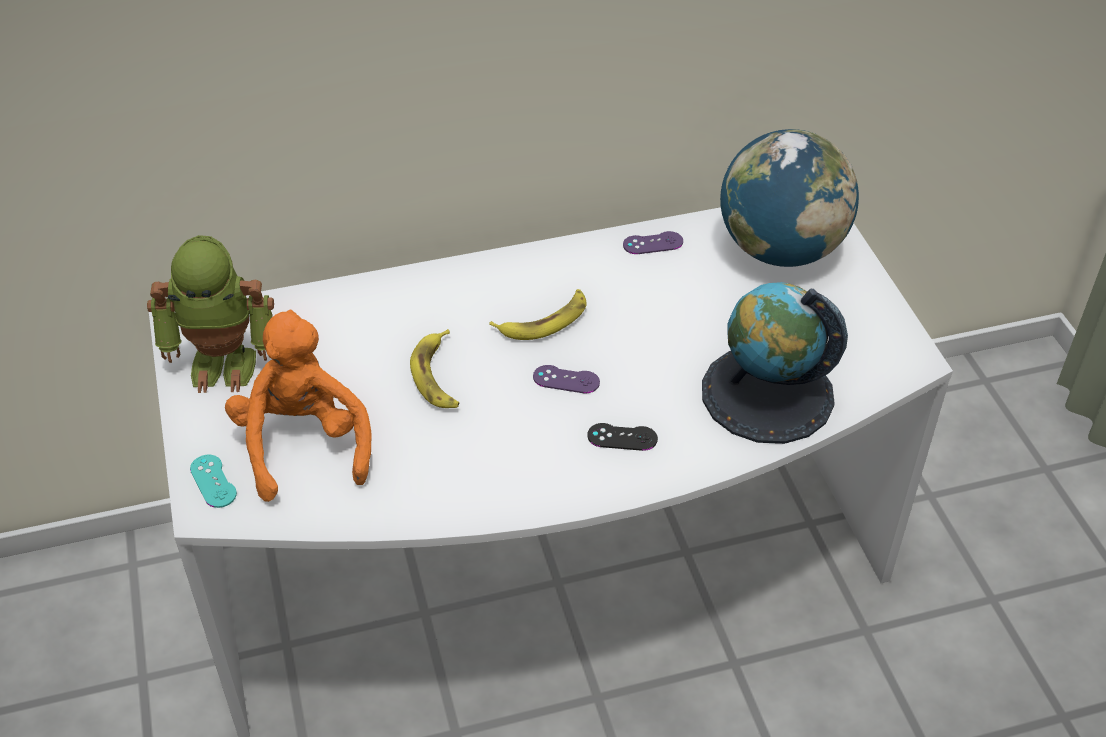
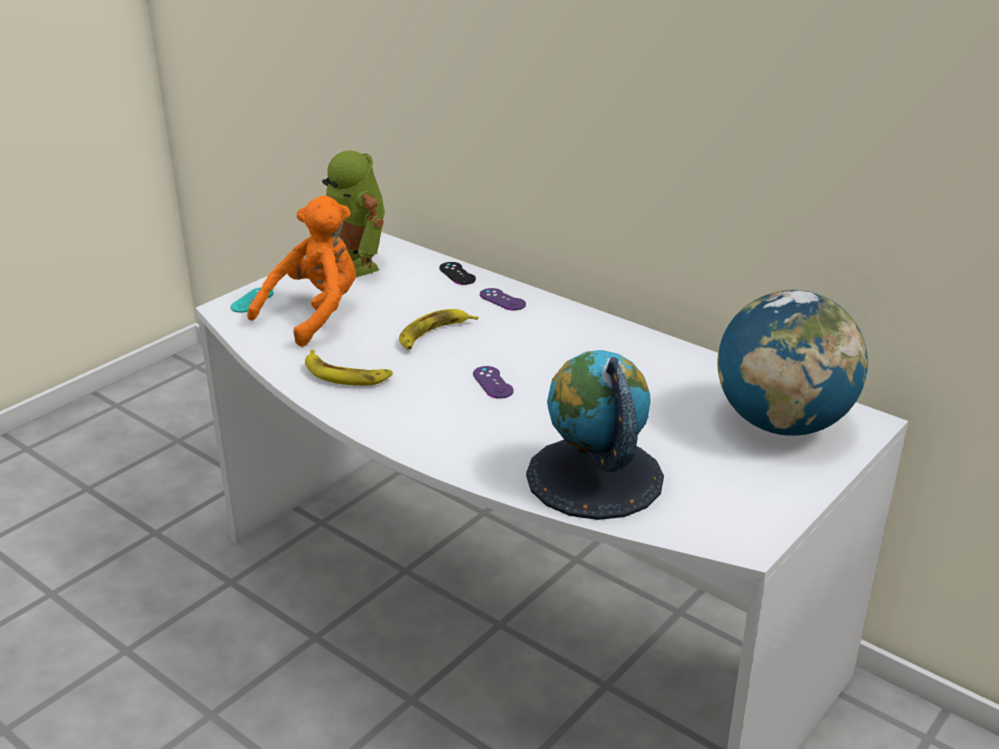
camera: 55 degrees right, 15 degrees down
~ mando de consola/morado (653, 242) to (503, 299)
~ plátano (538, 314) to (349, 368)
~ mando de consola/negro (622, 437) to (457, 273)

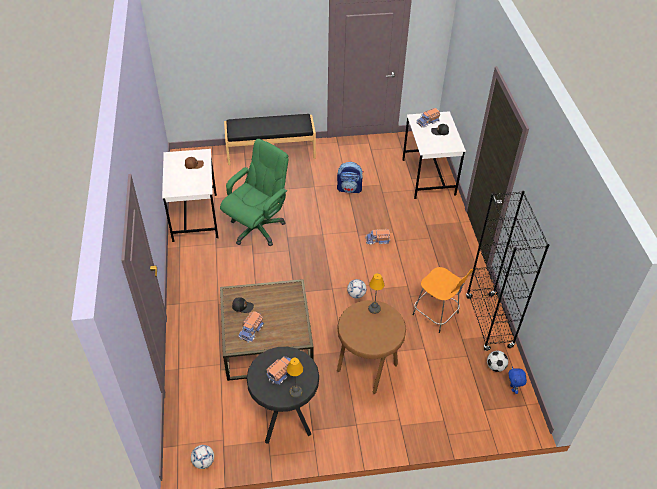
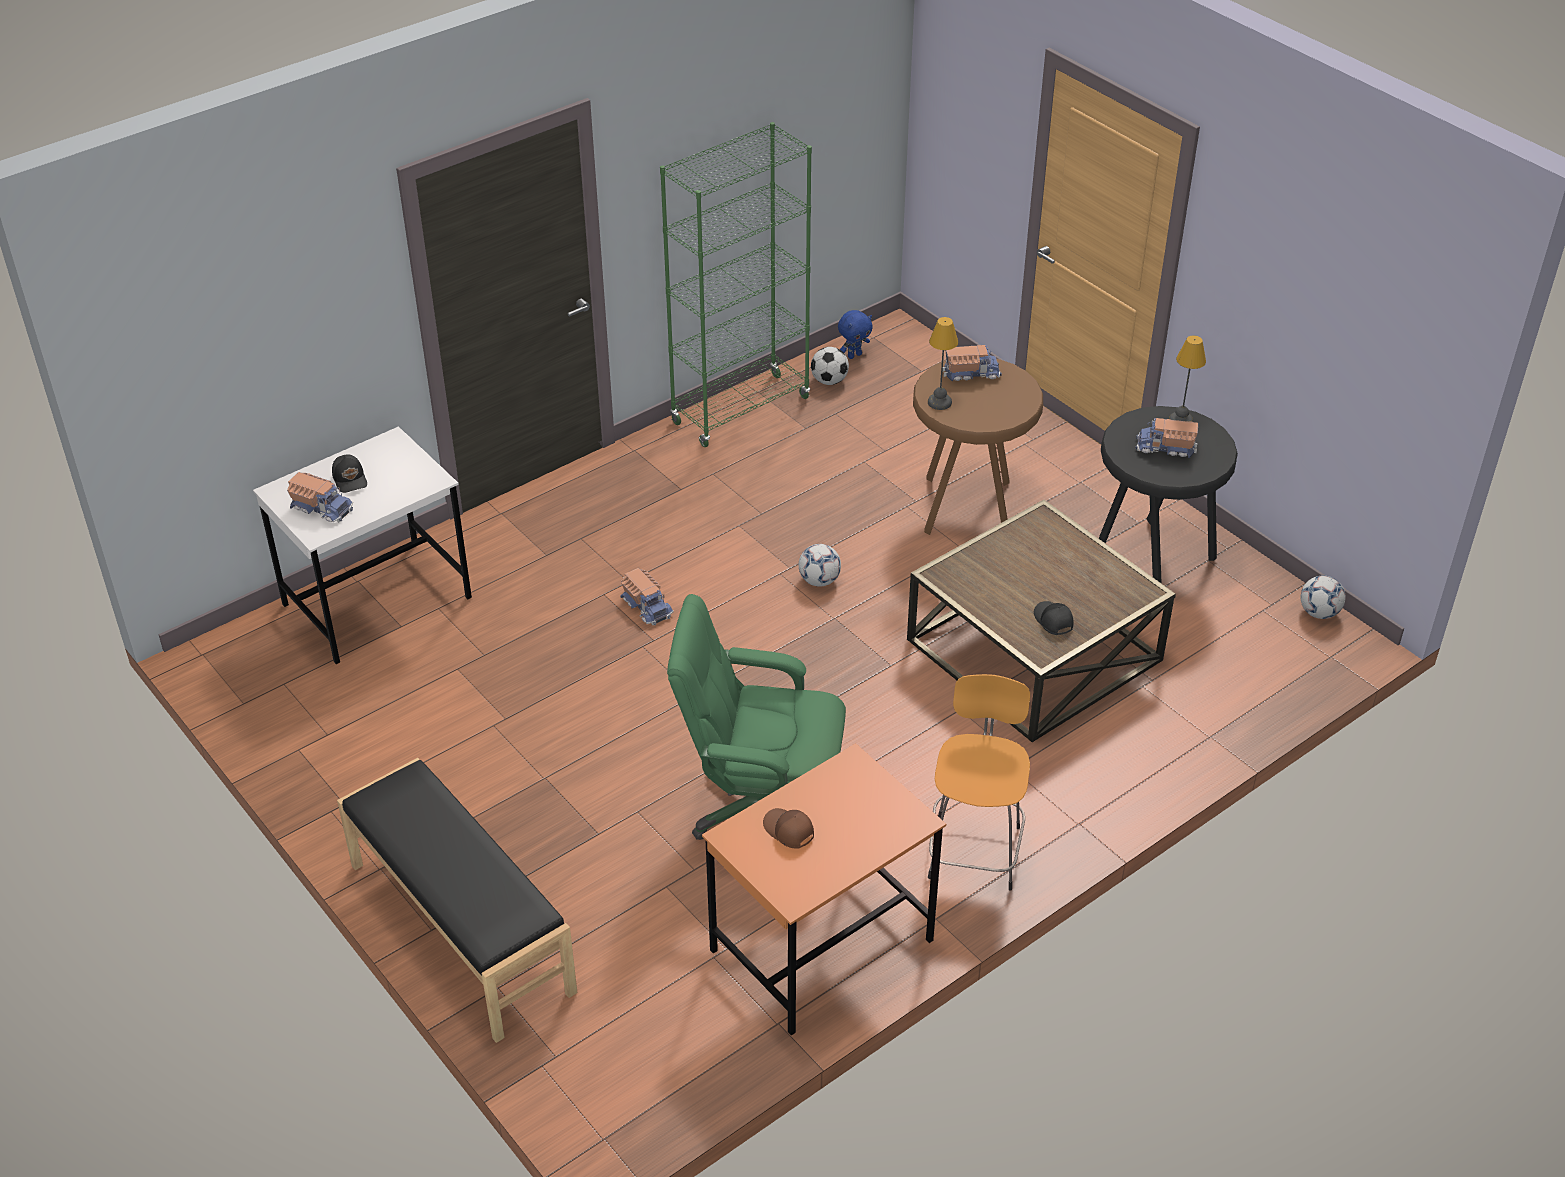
camera: 120 degrees left, 5 degrees down
~ escritorio/blanco (190, 195) to escritorio/naranja (824, 889)
- mochila (350, 177)
~ estantería/negro (507, 271) to estantería/verde (736, 284)
~ taburete/naranja (443, 300) to (979, 782)
~ camión de juguete (251, 326) to (972, 363)

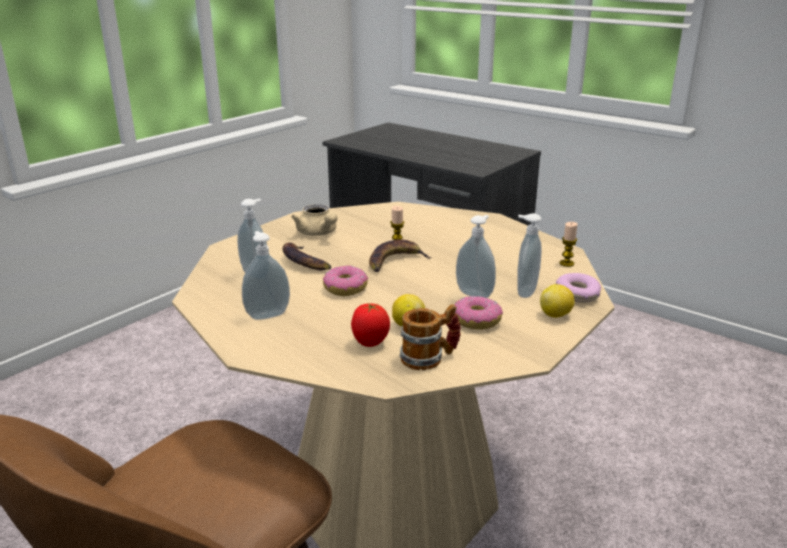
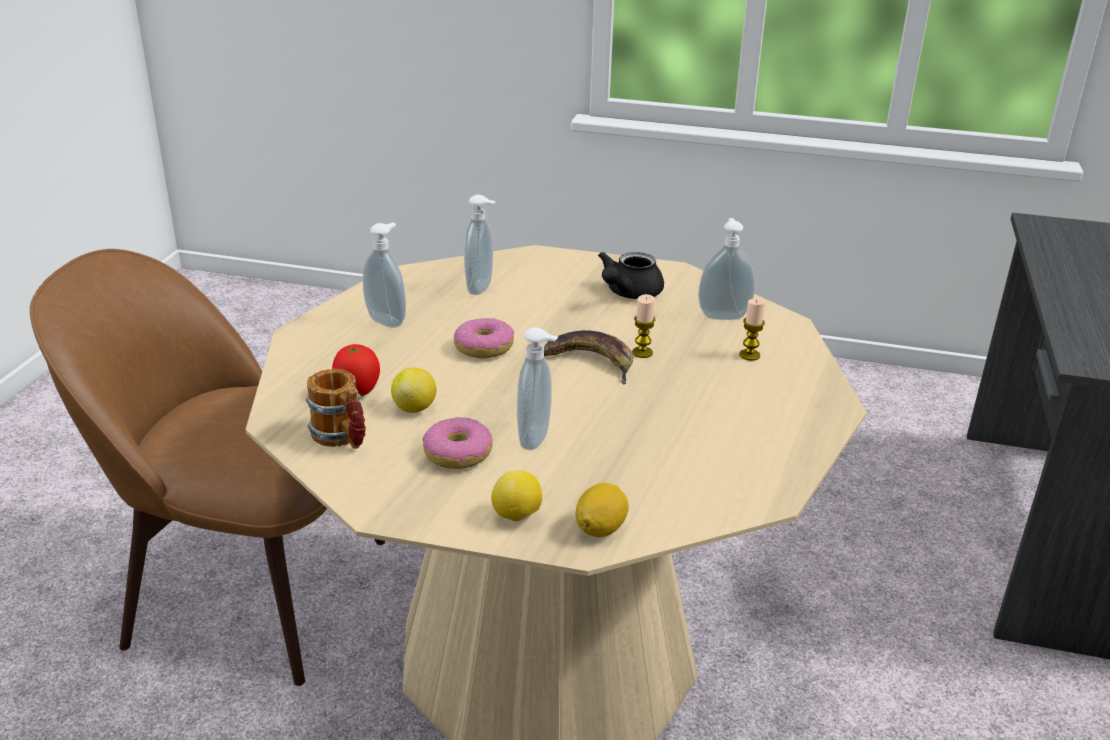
camera: 65 degrees right, 5 degrees up
~ tetera/beis (314, 220) to tetera/negro (631, 275)
~ dispensador de jabón (529, 255) to (726, 269)
~ vela (569, 244) to (752, 329)
- plátano (307, 256)
~ rosquilla (578, 288) to limón (602, 510)

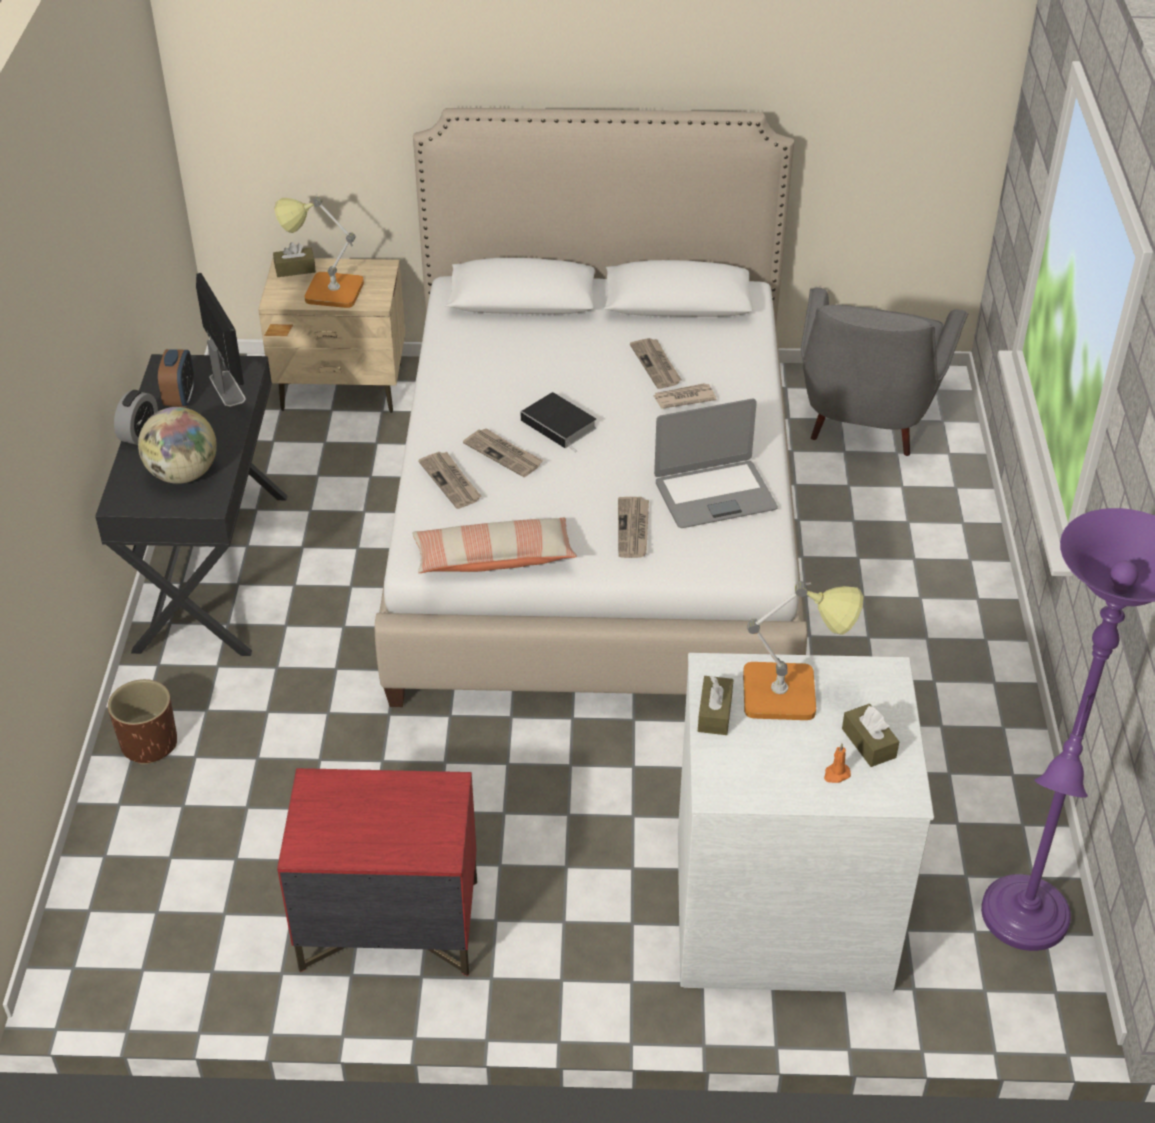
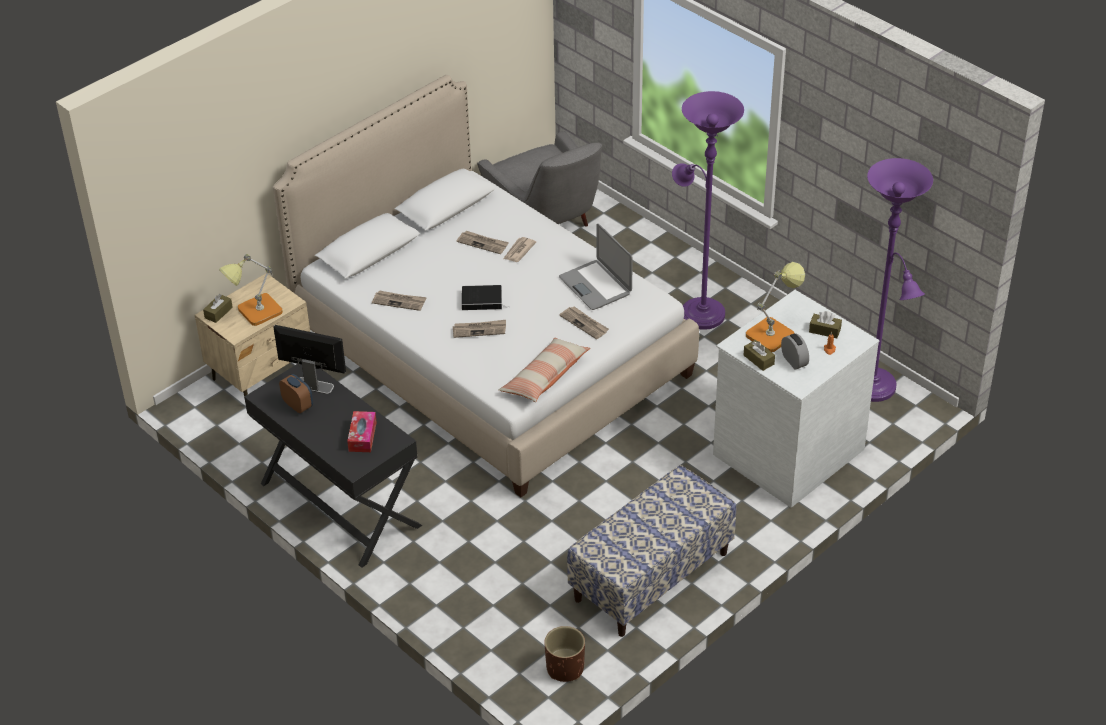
camera: 45 degrees left, 0 degrees up
~ despertador (136, 417) to (795, 351)
~ portátil (716, 463) = (596, 267) 120 degrees clockwise
~ globo terráqueo (177, 445) to caja de pañuelos (362, 431)
~ periódico (449, 480) to (399, 300)
~ maceta/marrón (142, 722) to (564, 654)
~ mesita de noche/rojo (377, 872) to banco (651, 551)
+ lámpara de pie/morado (708, 210)

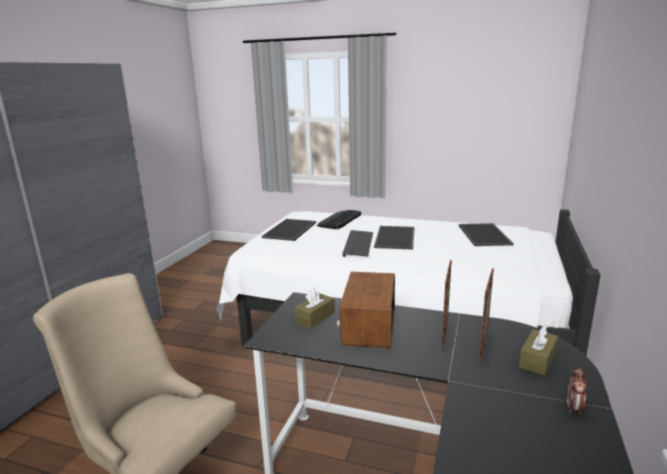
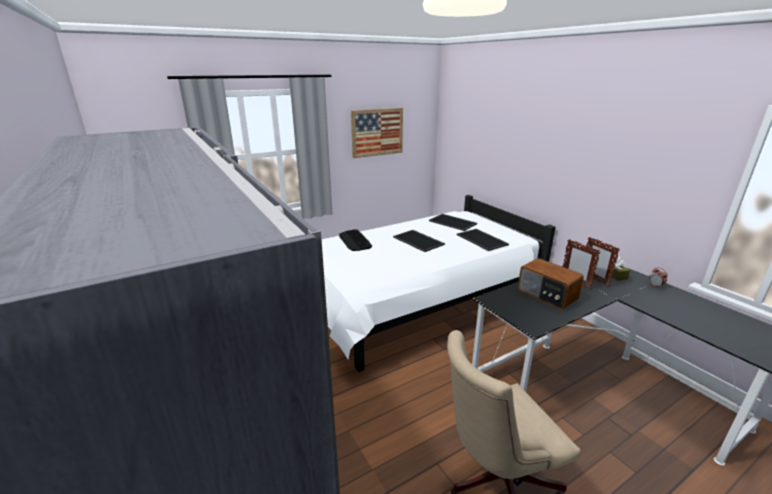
camera: 50 degrees left, 5 degrees up
~ bandeja (289, 230) to (483, 240)
- teclado (358, 243)
- caja de pañuelos/marrón (314, 308)
+ cuadro (377, 133)

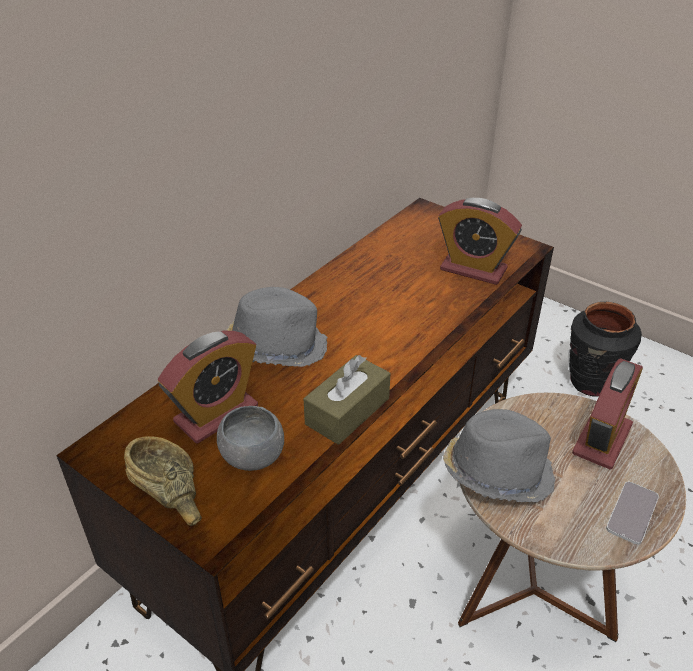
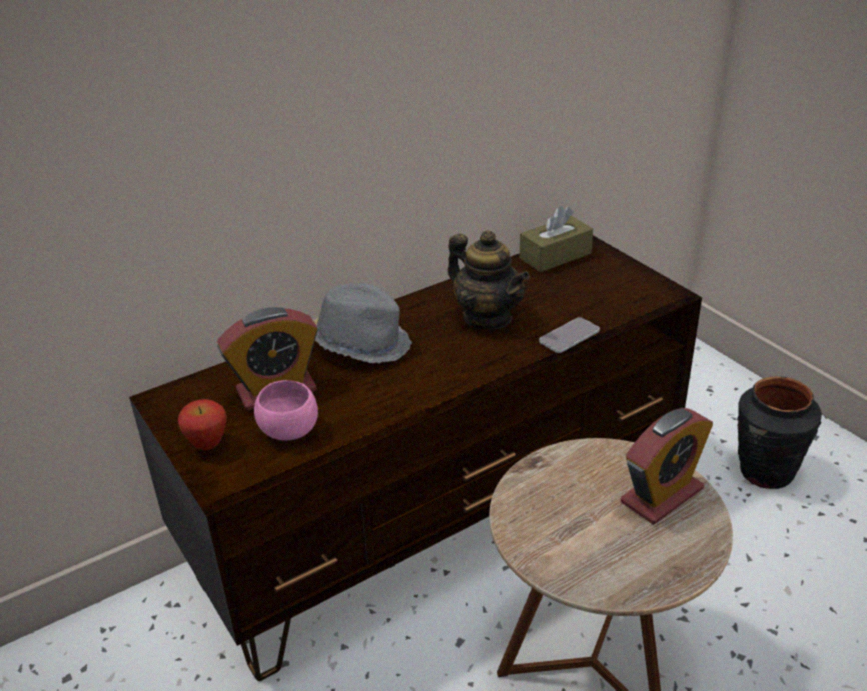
camera: 20 degrees right, 5 degrees down
- despertador (480, 241)
~ caja de pañuelos/marrón (346, 400) to (556, 239)
~ cuenco/gris (250, 438) to cuenco/rosa (286, 410)
- sombrero/gris (499, 455)
~ cuenco/marrón (163, 481) to manzana (202, 425)
~ móvil (632, 513) to (569, 335)
+ tetera (489, 279)

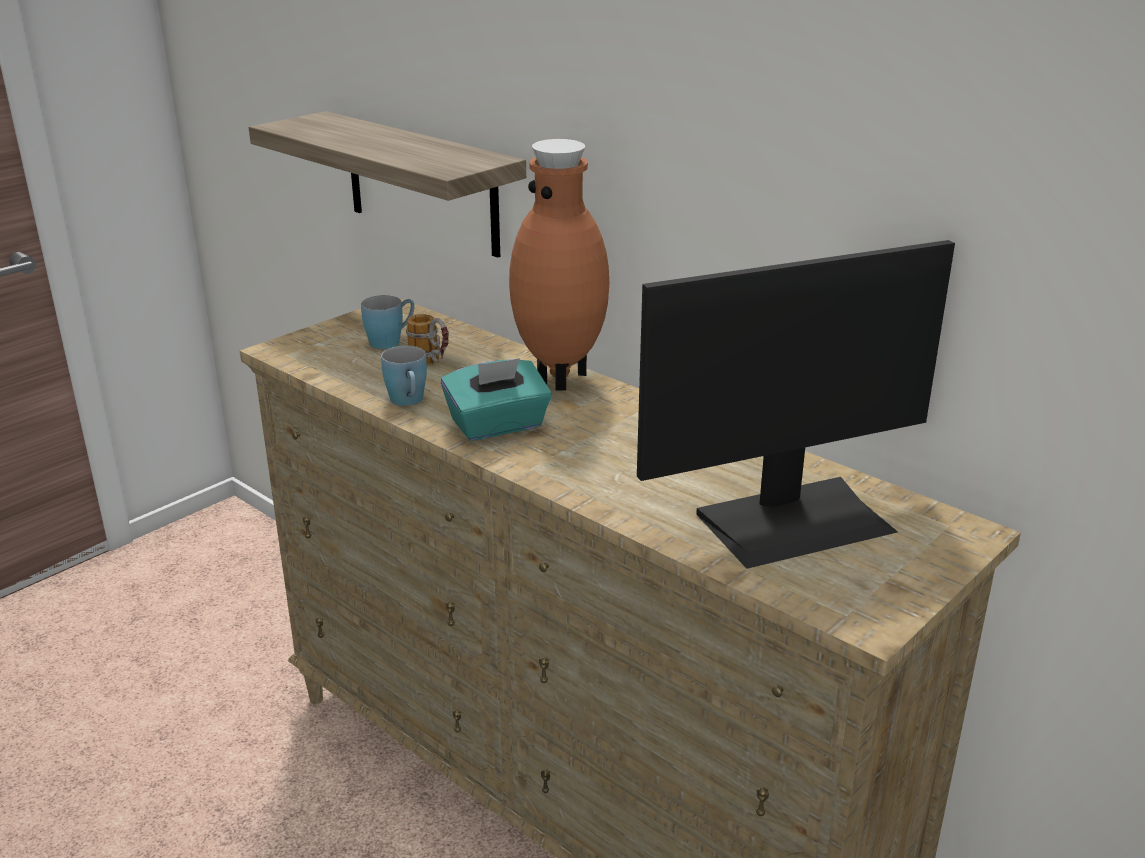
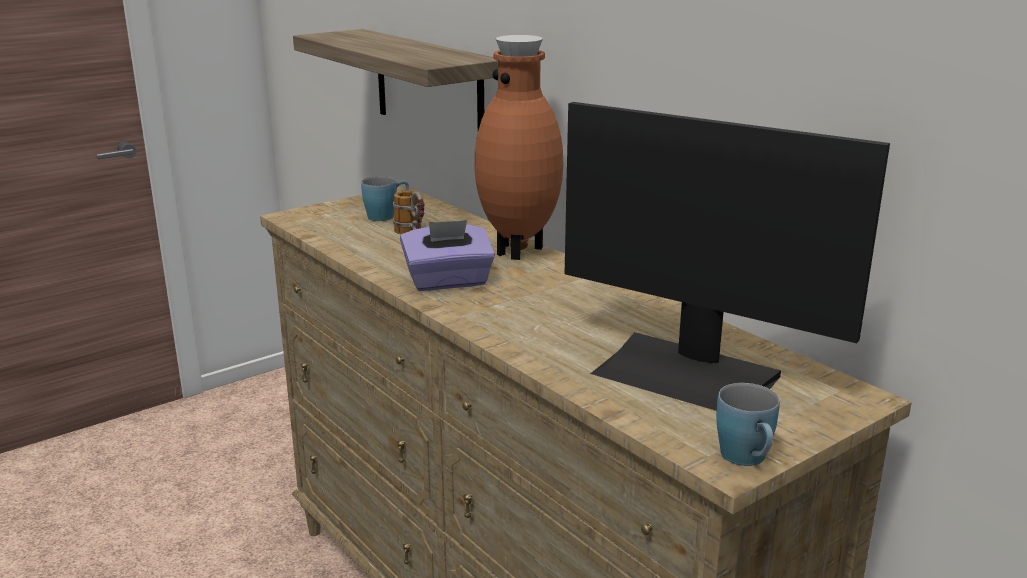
camera: 10 degrees right, 5 degrees down
~ monitor (796, 404) = (727, 256) 45 degrees clockwise
~ taza grande/azul (404, 376) to (748, 424)
~ caja de pañuelos/turquesa (496, 399) to caja de pañuelos/morado (447, 255)

